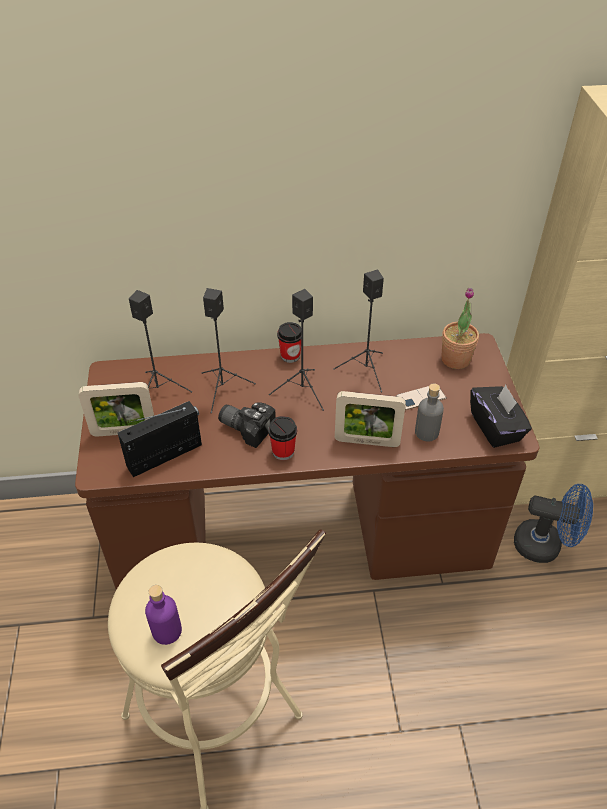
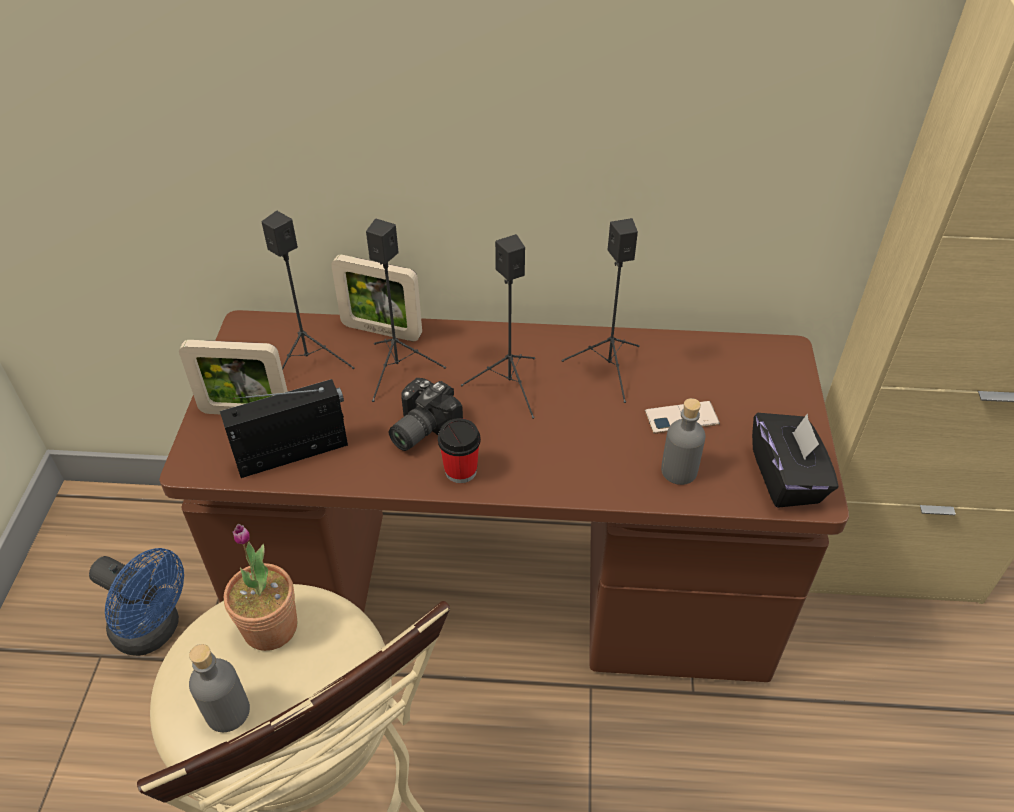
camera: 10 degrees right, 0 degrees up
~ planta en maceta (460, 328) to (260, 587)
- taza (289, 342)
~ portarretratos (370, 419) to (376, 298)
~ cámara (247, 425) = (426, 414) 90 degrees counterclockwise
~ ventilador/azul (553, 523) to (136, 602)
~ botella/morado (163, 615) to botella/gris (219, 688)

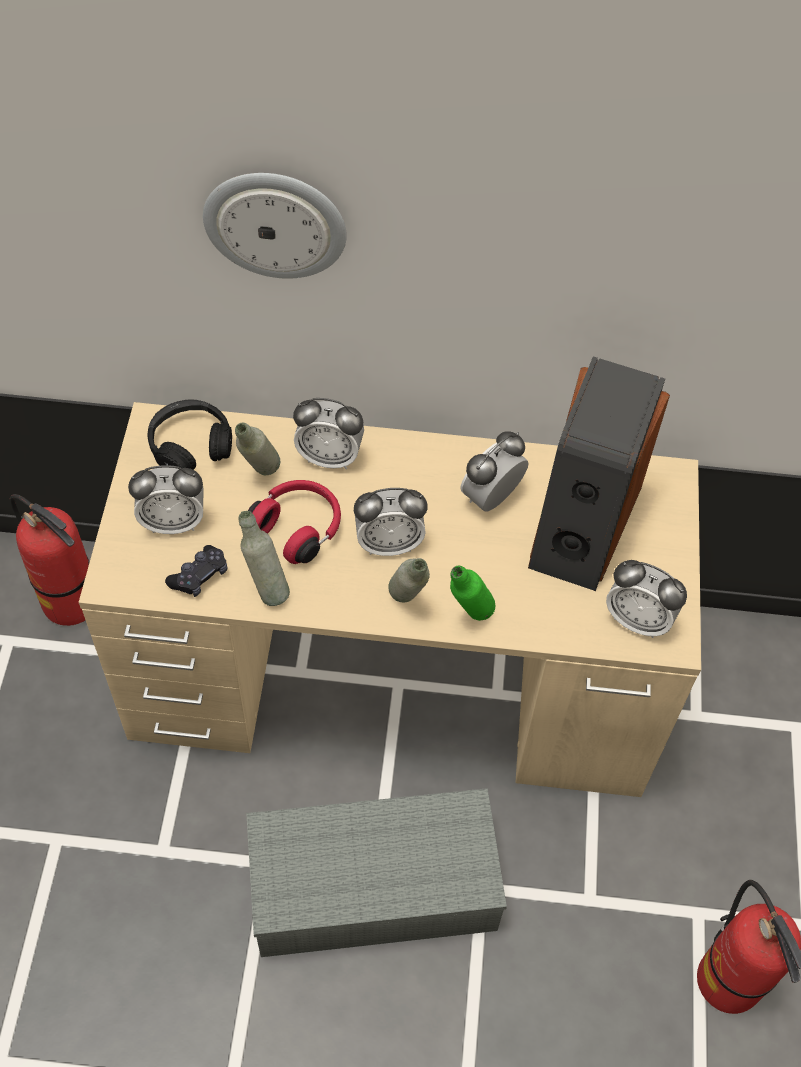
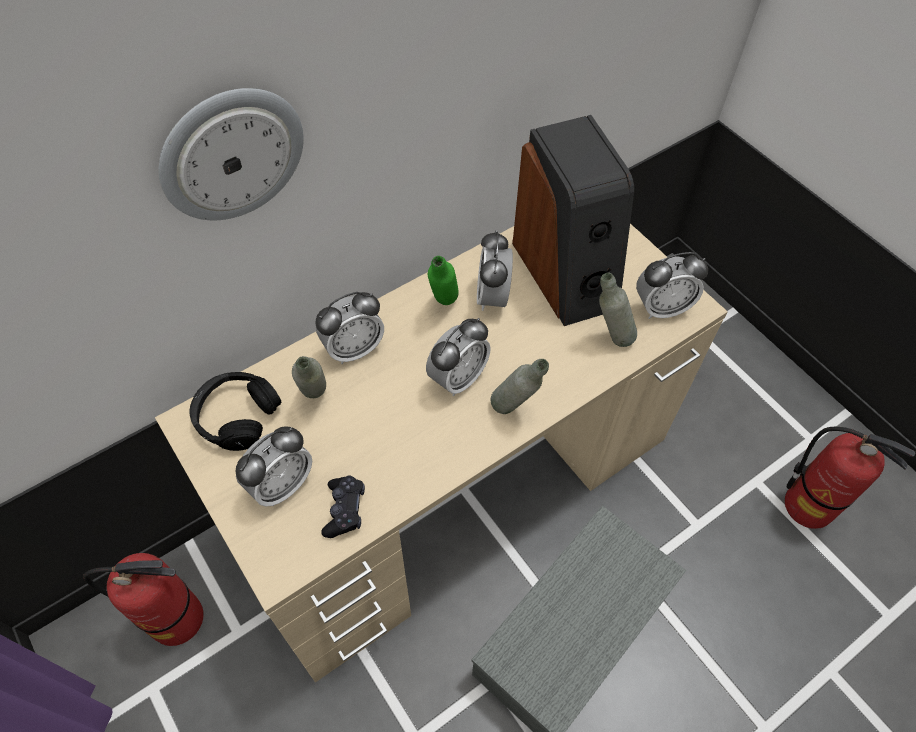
camera: 40 degrees left, 0 degrees up
- auriculares/rojo (294, 522)
~ botella/gris (264, 558) to (618, 310)
~ botella/verde (472, 593) to (443, 280)

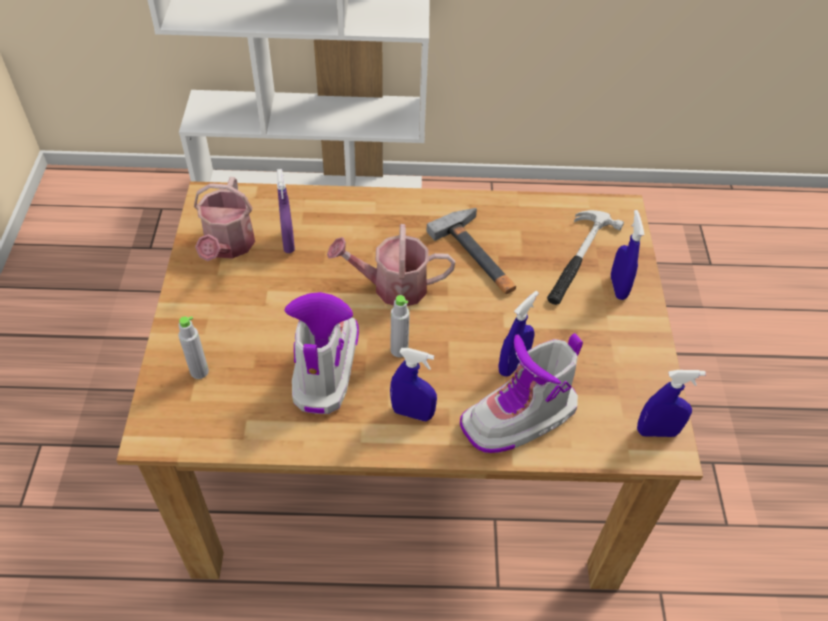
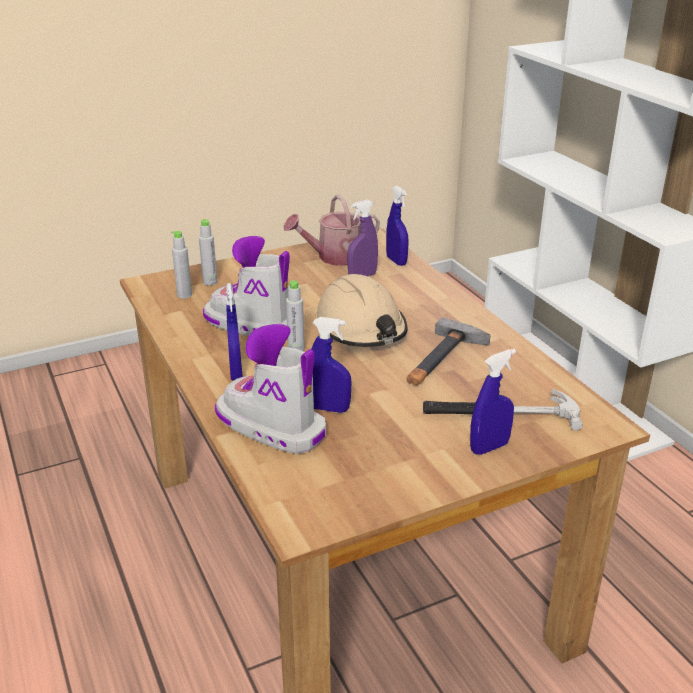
camera: 65 degrees right, 20 degrees down
~ regadera (391, 265) to casco/beis (362, 310)
~ bota (321, 353) = (246, 286) 135 degrees counterclockwise
~ pulverizador/azul (671, 403) to (397, 226)
+ botella/gris (181, 265)

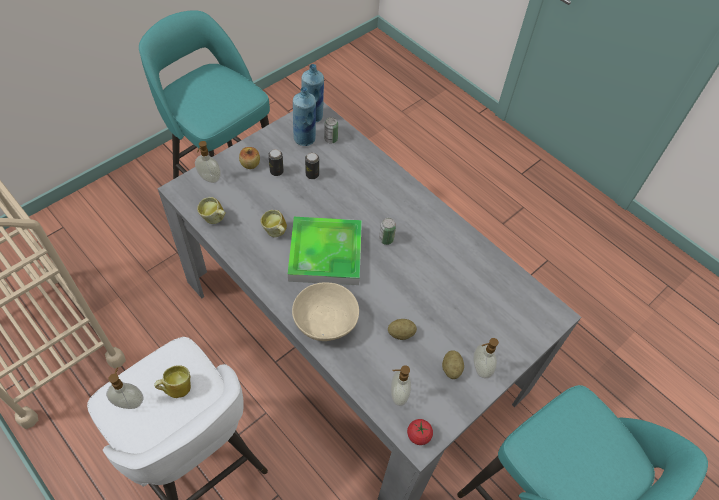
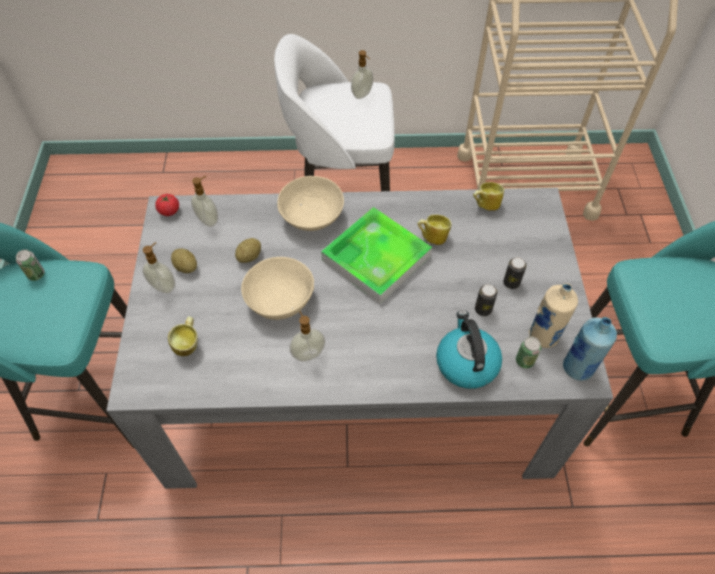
camera: 135 degrees right, 0 degrees up
~ botella/azul (304, 116) to botella/beis (553, 315)
~ dispensador de jabón (208, 162) to (307, 336)
- manzana (249, 158)
~ lata (387, 231) to (30, 265)
~ taza grande (172, 381) to (183, 336)
+ cuenco/beis (277, 288)
+ hervidor (469, 349)

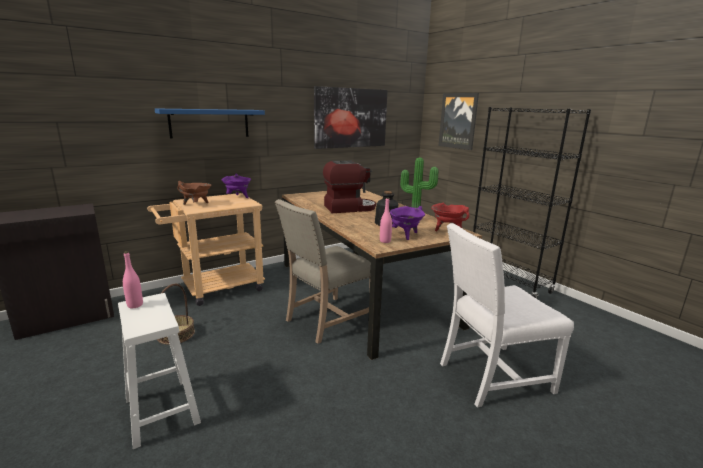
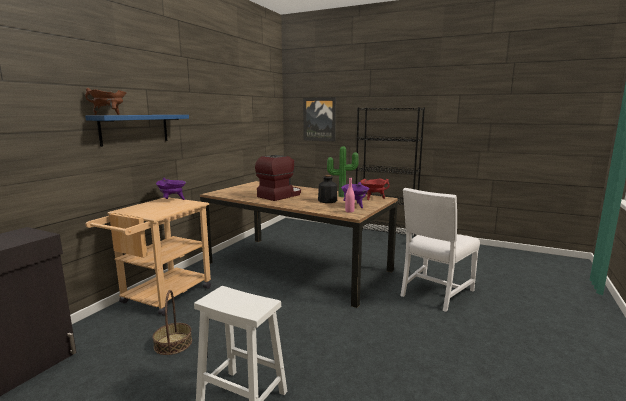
camera: 30 degrees left, 5 degrees down
- cuadro (351, 117)
~ olla/marrón (194, 193) to (105, 101)
- silla/beis (323, 271)
- botella/rosa (133, 279)

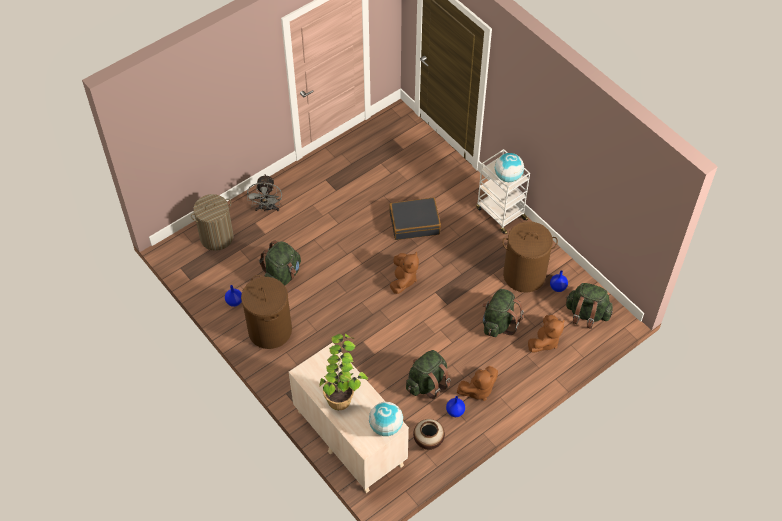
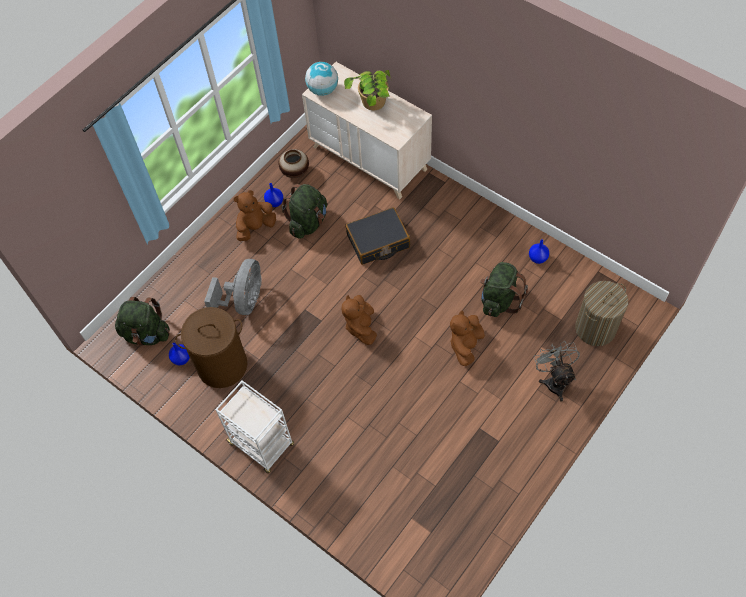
camera: 170 degrees right, 5 degrees up
- globo terráqueo (509, 167)
~ maleta/negro (415, 218) to (377, 236)
- cesto de la ropa/marrón (266, 312)
~ mochila/verde (503, 313) to ventilador/gris (233, 287)
~ peluche/marrón (546, 333) to (467, 338)

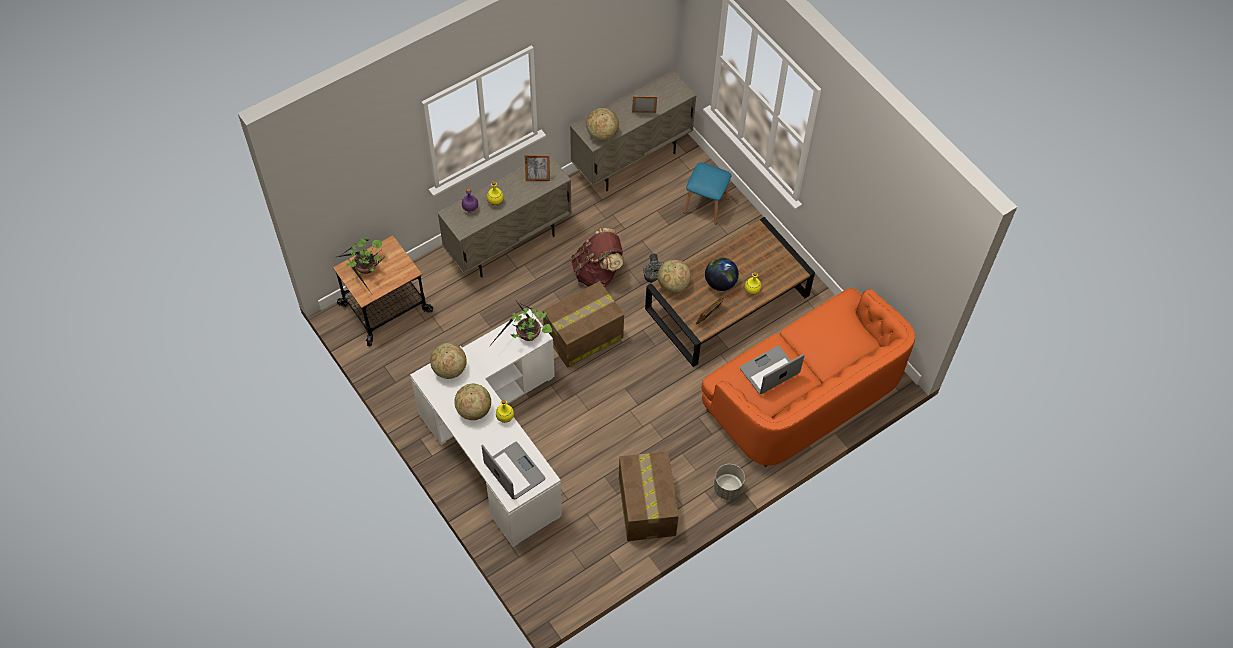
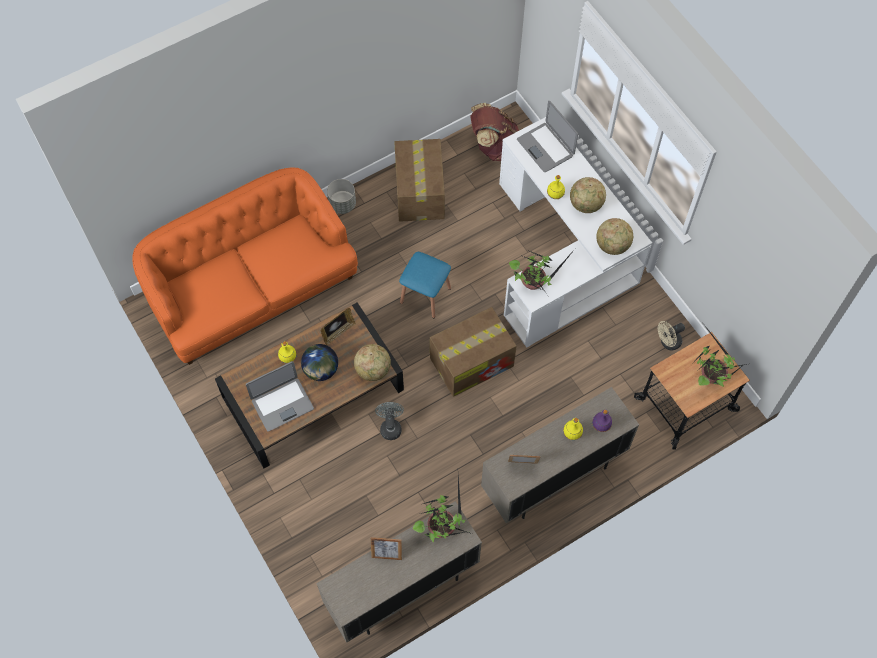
camera: 175 degrees left, 5 degrees up
~ globo terráqueo (602, 124) to planta en maceta (442, 509)
~ taburete/azul (707, 193) to (425, 285)
~ mochila/marrón (597, 257) to (494, 132)
~ portátil (772, 370) to (280, 396)
+ ventilador/beis (671, 335)

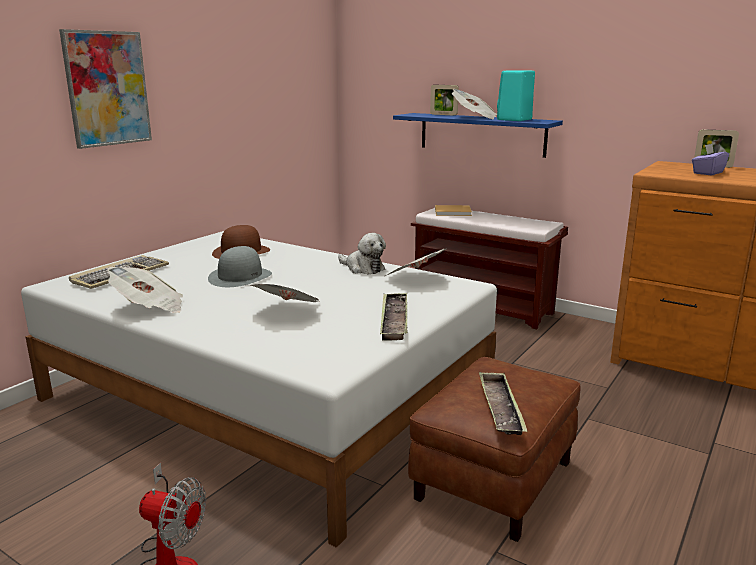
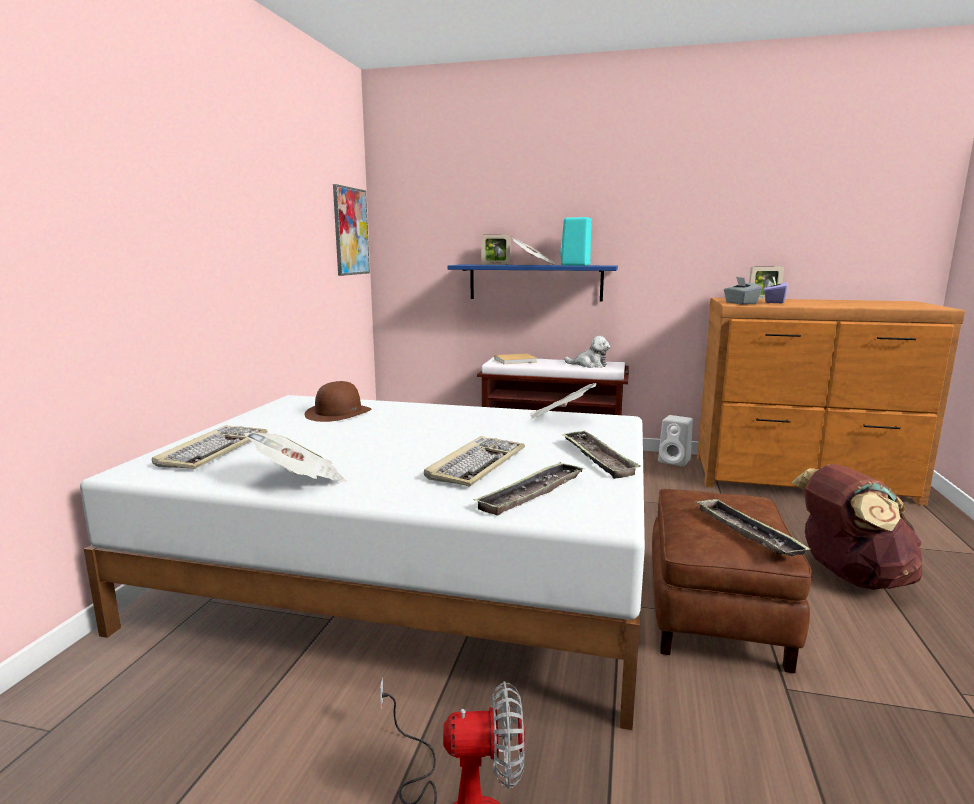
camera: 20 degrees left, 5 degrees down
~ cuadro (105, 89) to (351, 230)
~ peluche (362, 253) to (587, 352)
- sombrero/gris (240, 266)
~ periódico (285, 293) to teclado (474, 461)
+ caja de pañuelos/gris (743, 290)
+ altavoz/blanco (675, 440)
+ bandeja (529, 489)
+ mochila/marrón (857, 527)

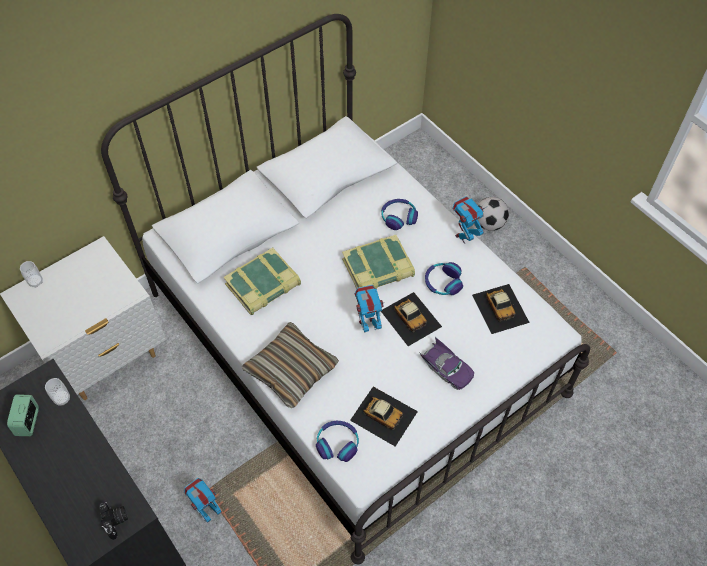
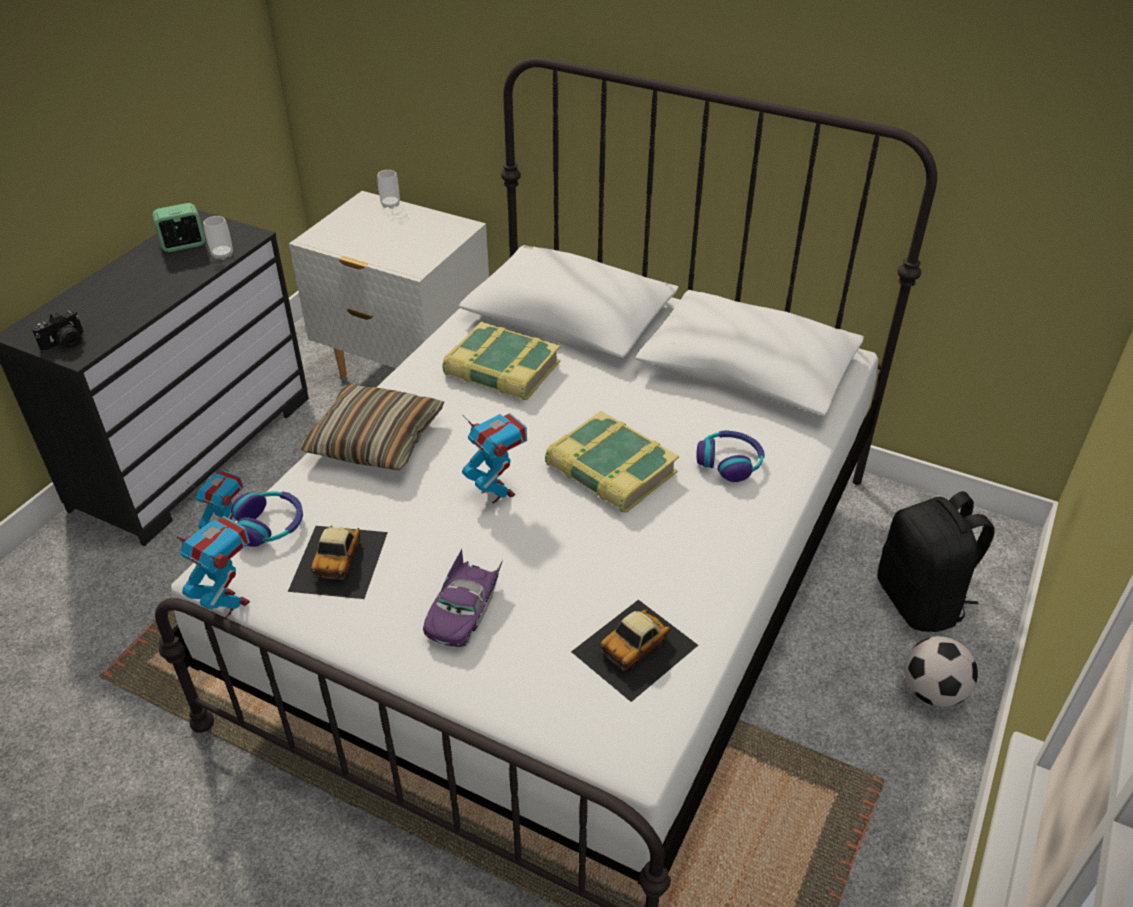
camera: 65 degrees right, 15 degrees down
~ robot de juguete (470, 219) to (209, 567)
- auriculares (444, 278)
- coche de juguete (411, 319)
+ mochila/negro (936, 561)

